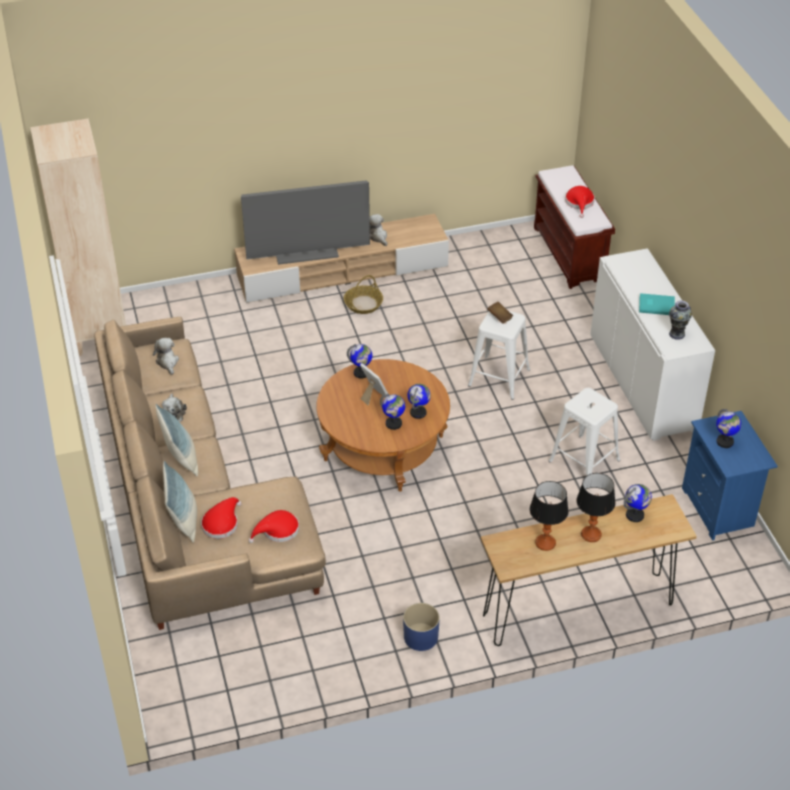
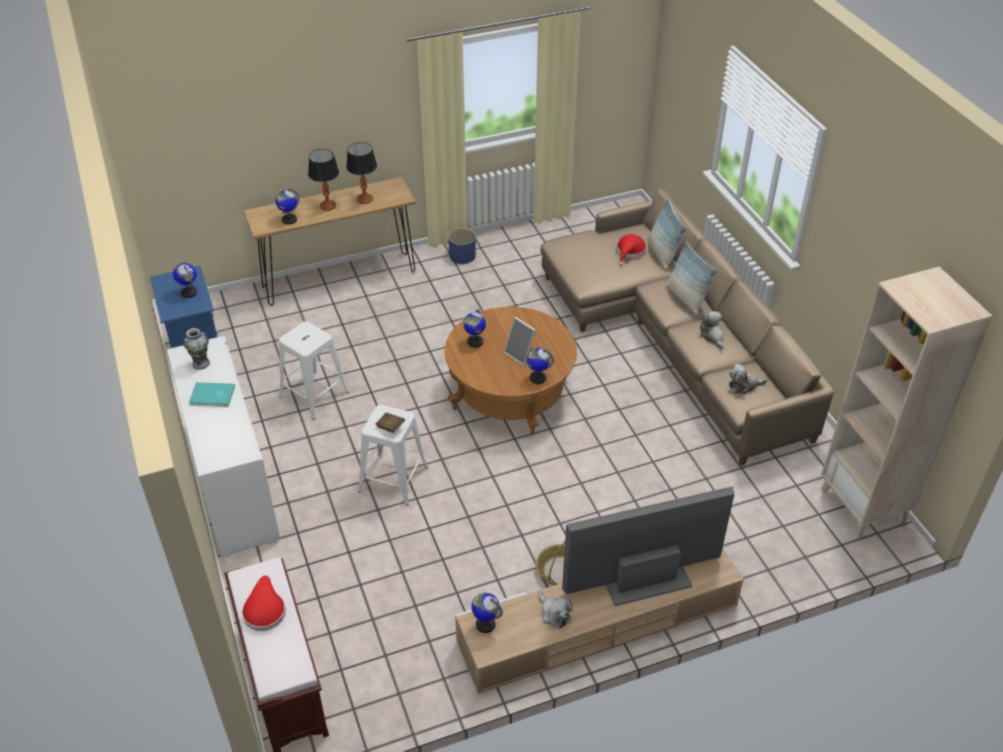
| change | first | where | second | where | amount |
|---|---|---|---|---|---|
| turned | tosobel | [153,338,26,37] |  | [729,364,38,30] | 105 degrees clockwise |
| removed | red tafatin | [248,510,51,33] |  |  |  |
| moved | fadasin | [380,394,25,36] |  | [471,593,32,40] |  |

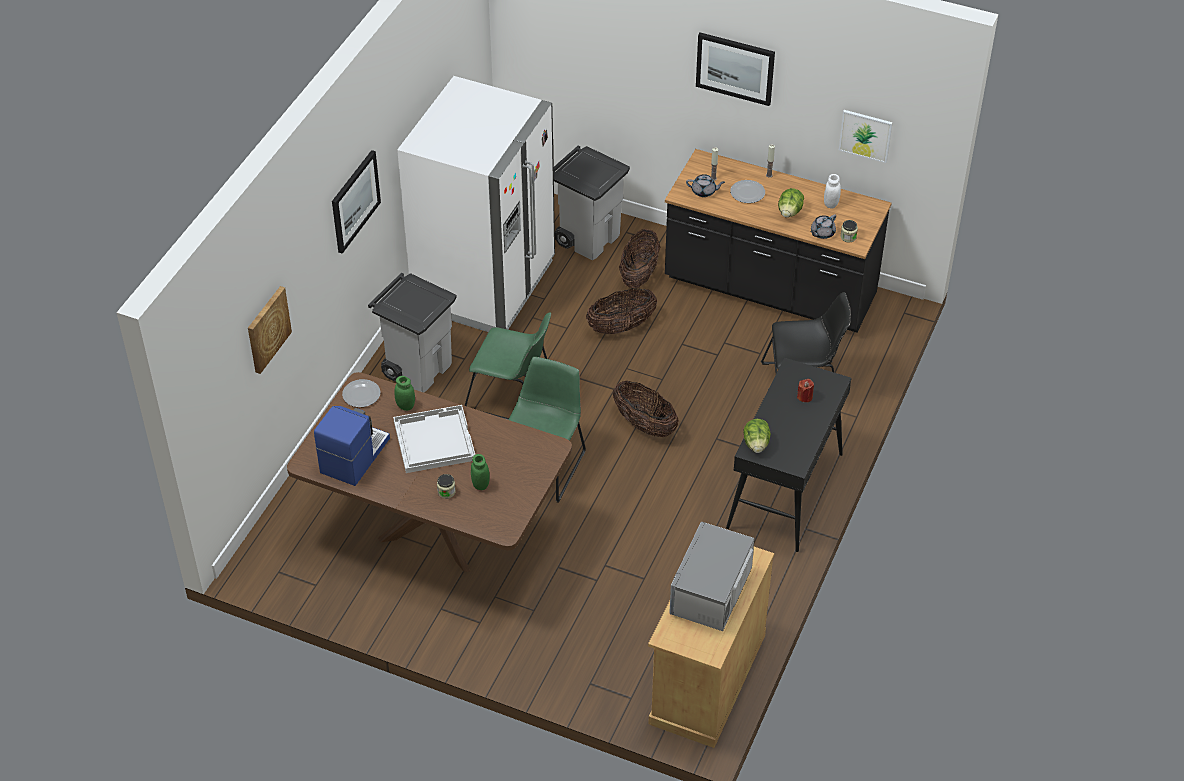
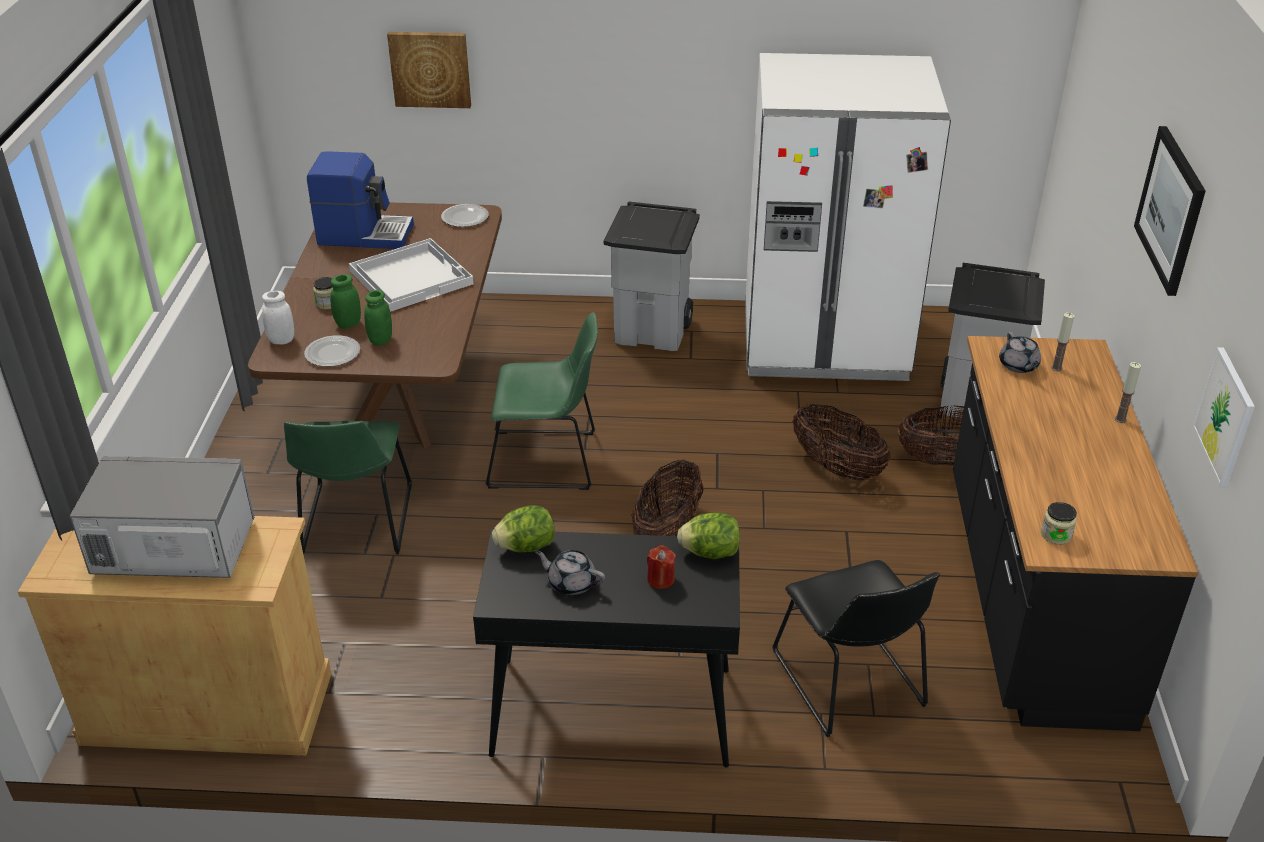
| change | first | where | second | where | amount |
|---|---|---|---|---|---|
| removed | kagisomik | [332,150,49,104] |  |  |  |
| moved | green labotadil | [394,376,21,35] |  | [364,290,28,56] |  |
| moved | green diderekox | [465,312,86,108] |  | [284,421,128,134] |  |
| moved | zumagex | [730,180,35,23] |  | [304,335,56,32] |  |
| moved | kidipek | [778,188,26,30] |  | [677,513,63,46] |  |
| moved | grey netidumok | [811,214,25,25] |  | [535,550,70,45] |  |
| moved | white labotadil | [824,174,17,35] |  | [262,291,32,54] |  |

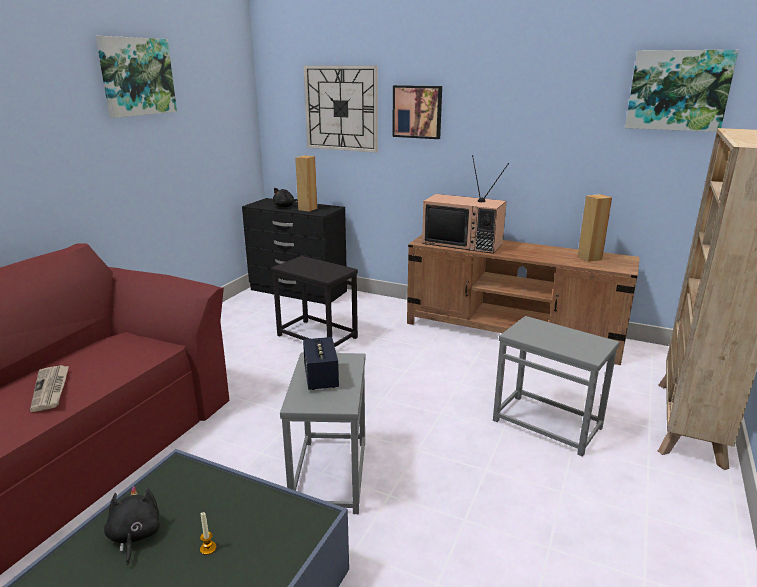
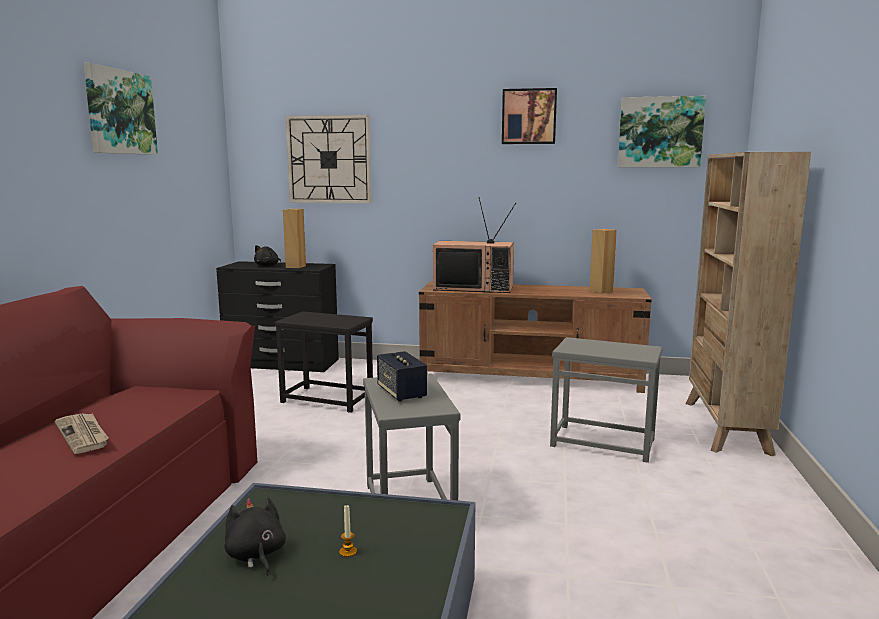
| change | first | where | second | where | amount |
|---|---|---|---|---|---|
| moved | kagisomik | [392,85,50,54] |  | [502,88,55,56] |  |

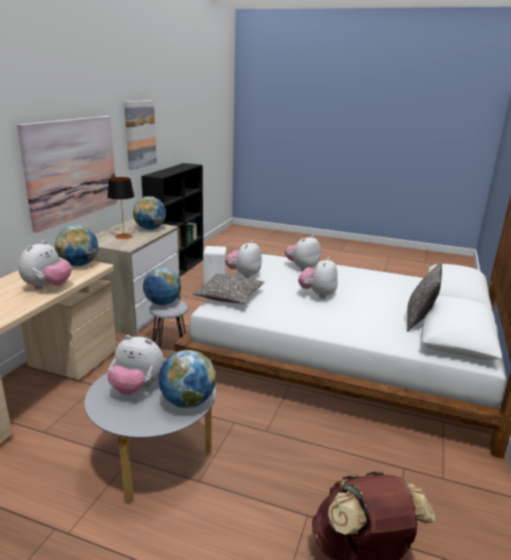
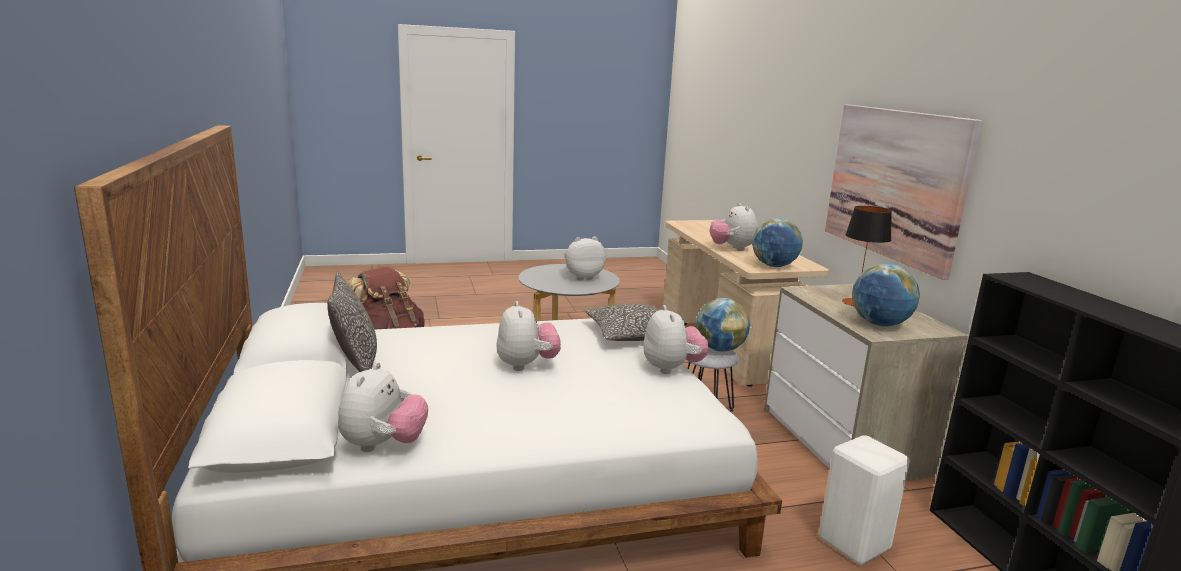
| change | first | where | second | where | amount |
|---|---|---|---|---|---|
| removed | kagisomik | [124,100,33,70] |  |  |  |
| removed | fadasin | [159,350,57,58] |  |  |  |
| moved | tosobel | [285,235,36,36] |  | [338,362,90,90] |  |

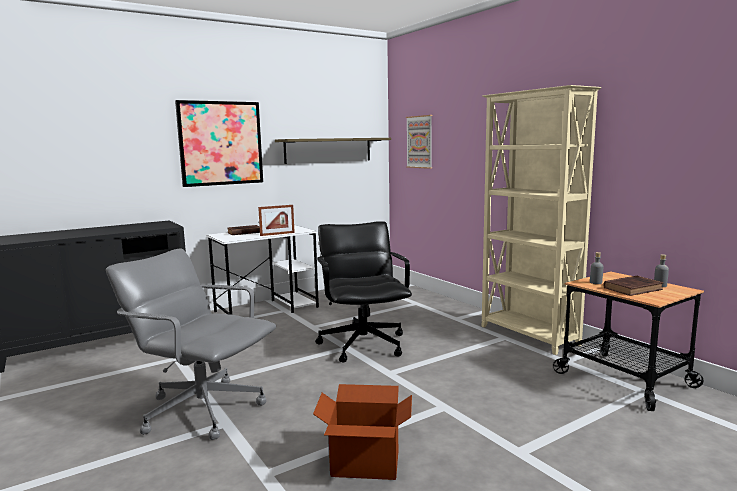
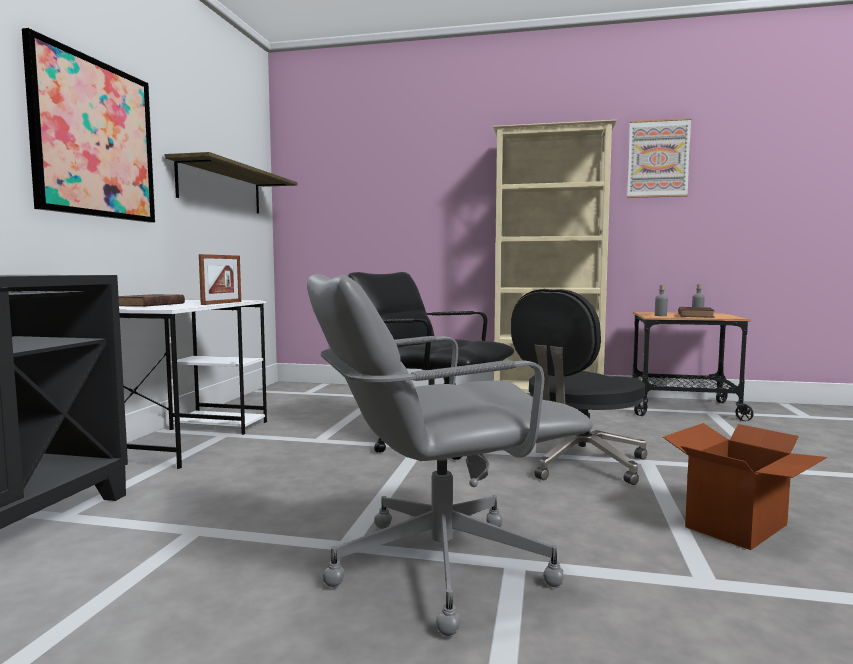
| change | first | where | second | where | amount |
|---|---|---|---|---|---|
| moved | kagisomik | [406,115,27,54] |  | [627,118,64,80] |  |
| added |  |  | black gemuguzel | [511,289,136,196] |  |

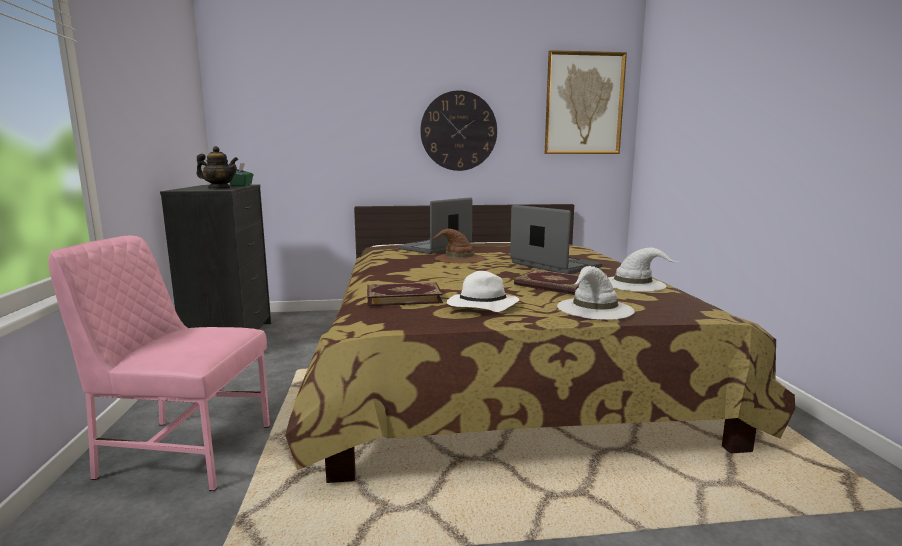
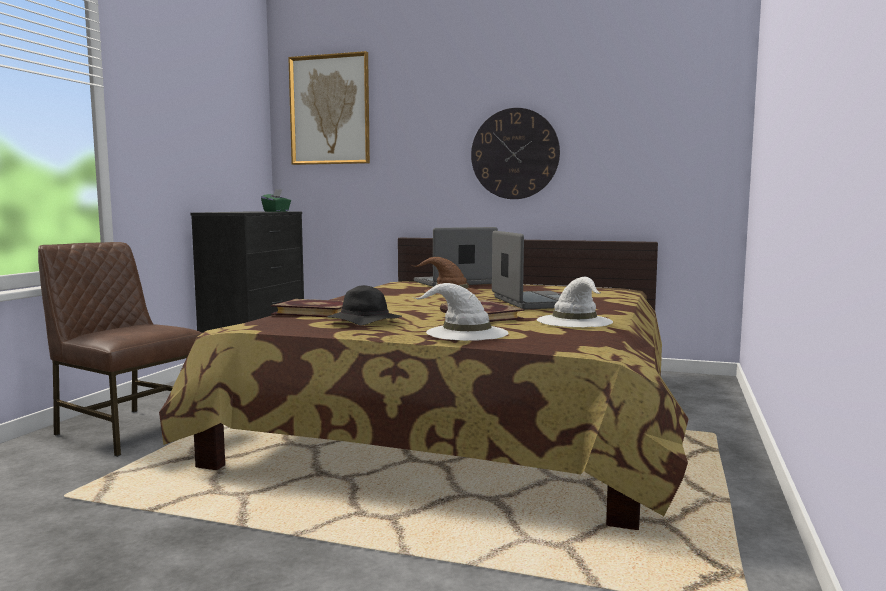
| change | first | where | second | where | amount |
|---|---|---|---|---|---|
| recoloured | pink diderekox | [48,236,222,255] | brown diderekox | [38,242,164,215] |  |
| removed | netidumok | [196,146,42,43] |  |  |  |
| recoloured | white tafatin | [447,271,72,41] | black tafatin | [327,285,75,40] |  |
| moved | kagisomik | [545,50,82,104] |  | [288,51,82,114] |  |

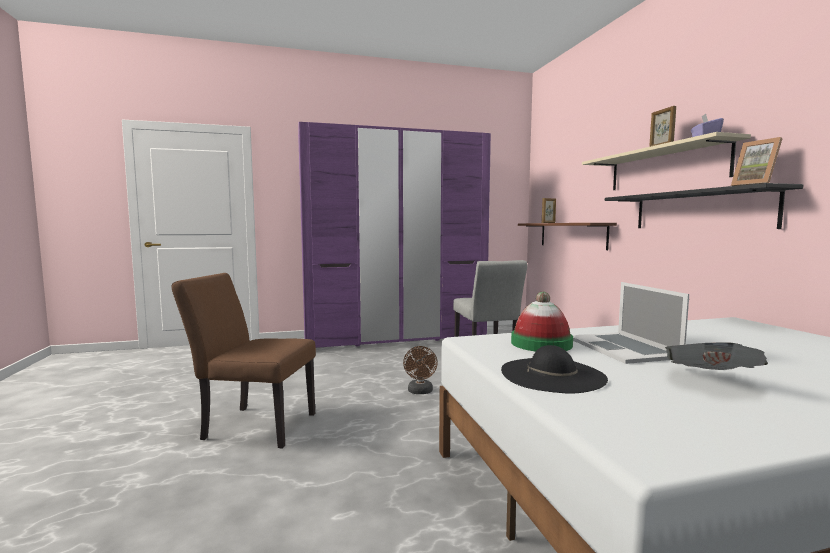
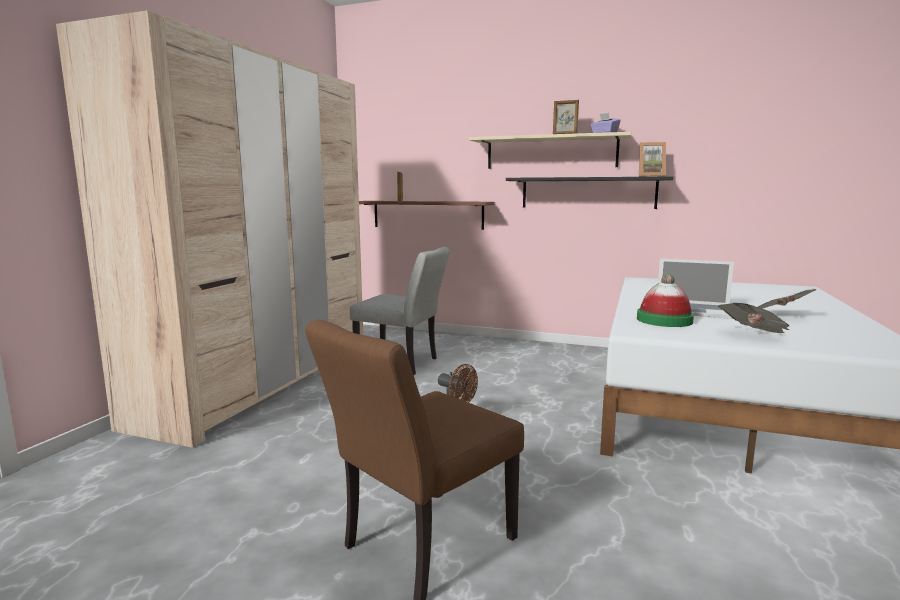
| change | first | where | second | where | amount |
|---|---|---|---|---|---|
| recoloured | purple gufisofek | [298,122,193,226] | beige gufisofek | [56,11,307,437] |  |
| replaced | black tafatin | [501,345,107,49] | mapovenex | [718,303,71,30] |  |

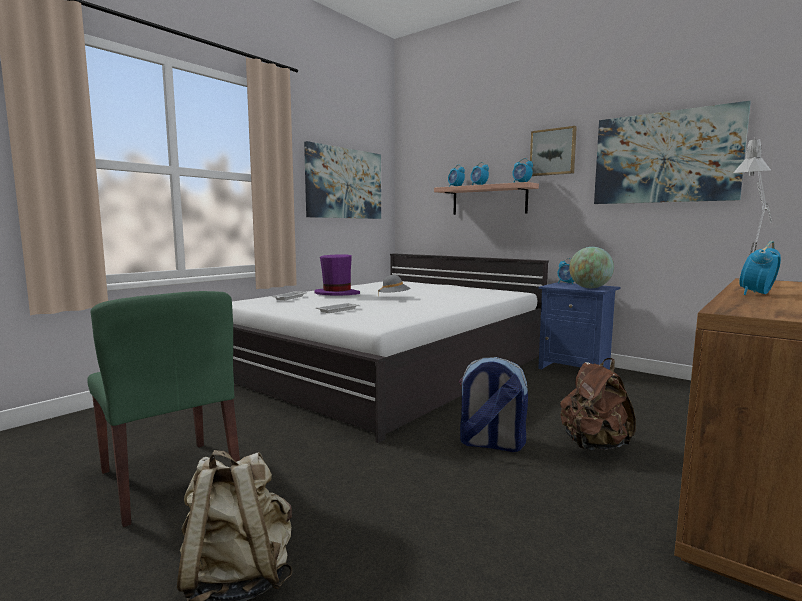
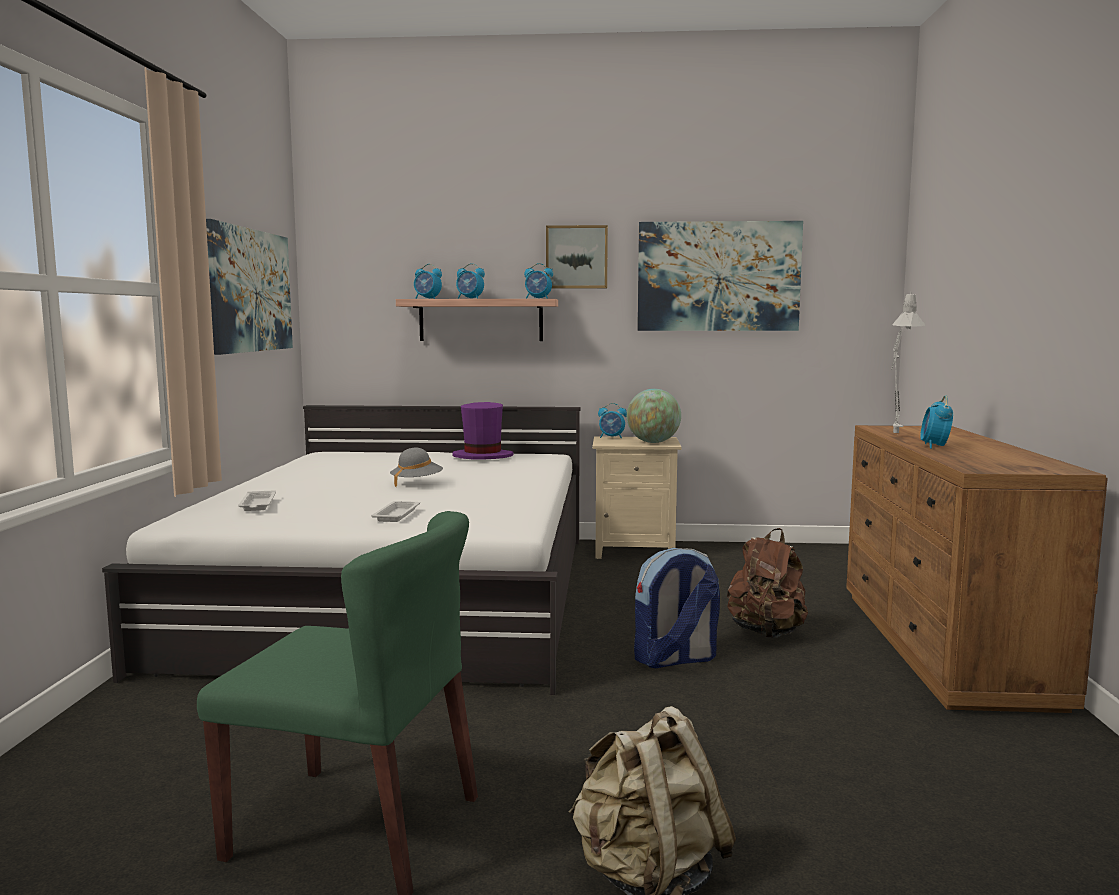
| change | first | where | second | where | amount |
|---|---|---|---|---|---|
| moved | purple tafatin | [315,254,45,41] |  | [452,402,62,57] |  |
| recoloured | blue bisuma | [538,282,83,88] | beige bisuma | [592,436,90,123] |  |

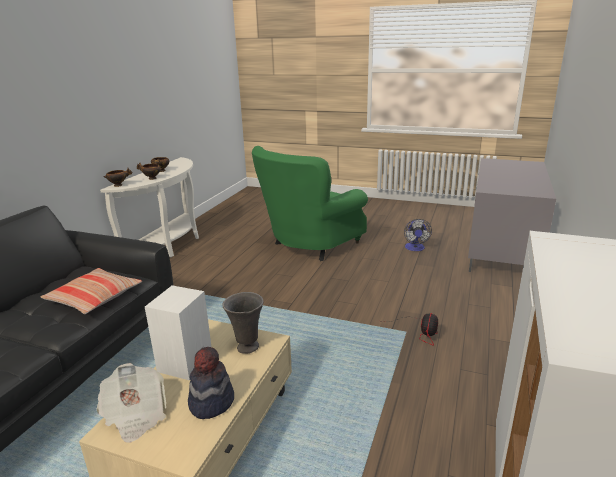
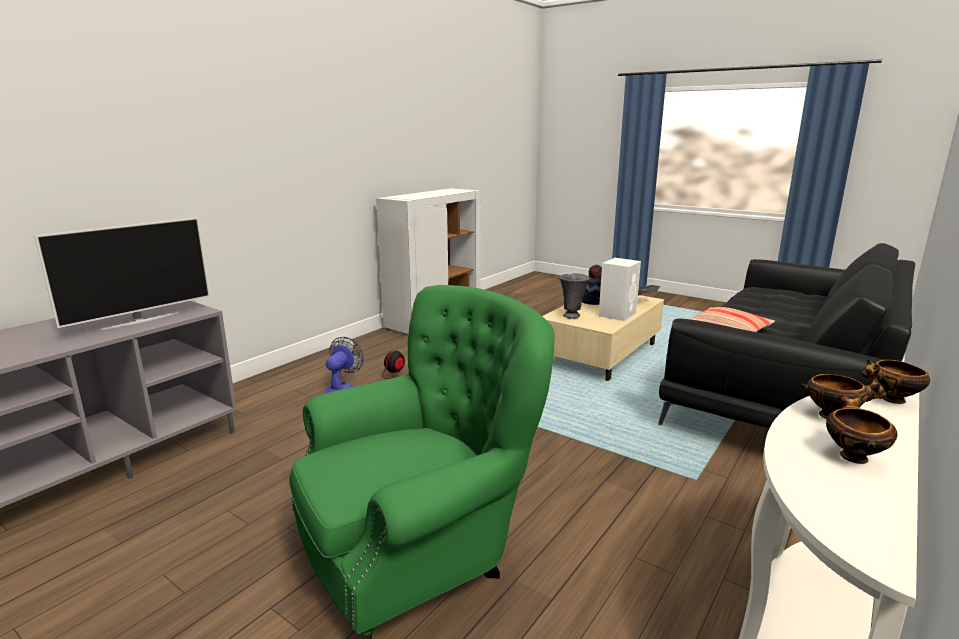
| change | first | where | second | where | amount |
|---|---|---|---|---|---|
| moved | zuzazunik | [404,219,28,32] |  | [325,337,38,56] |  |
| added |  |  | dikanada | [34,217,176,113] |  |

